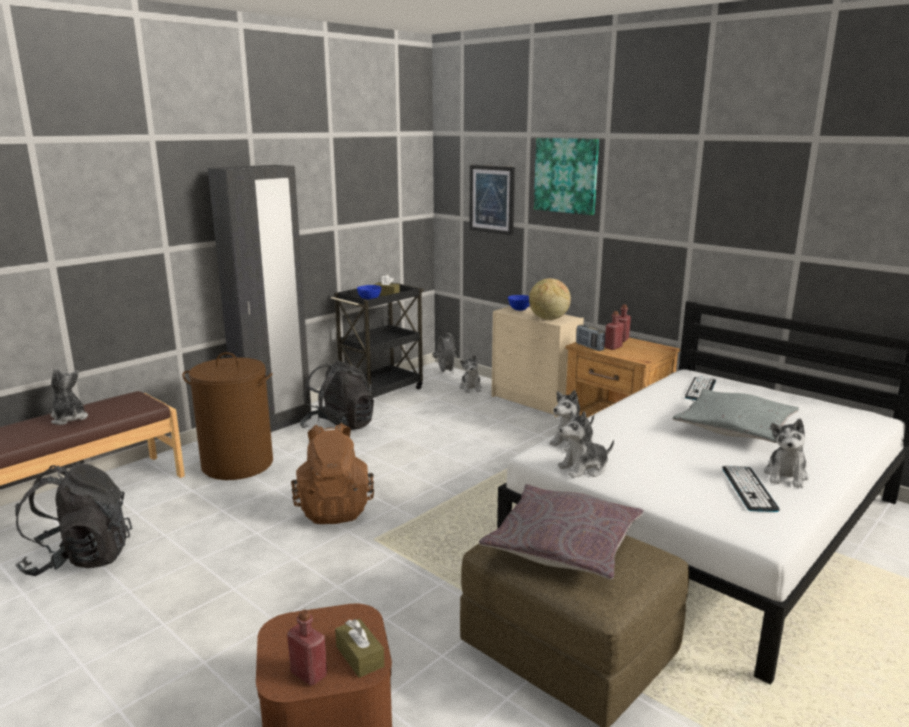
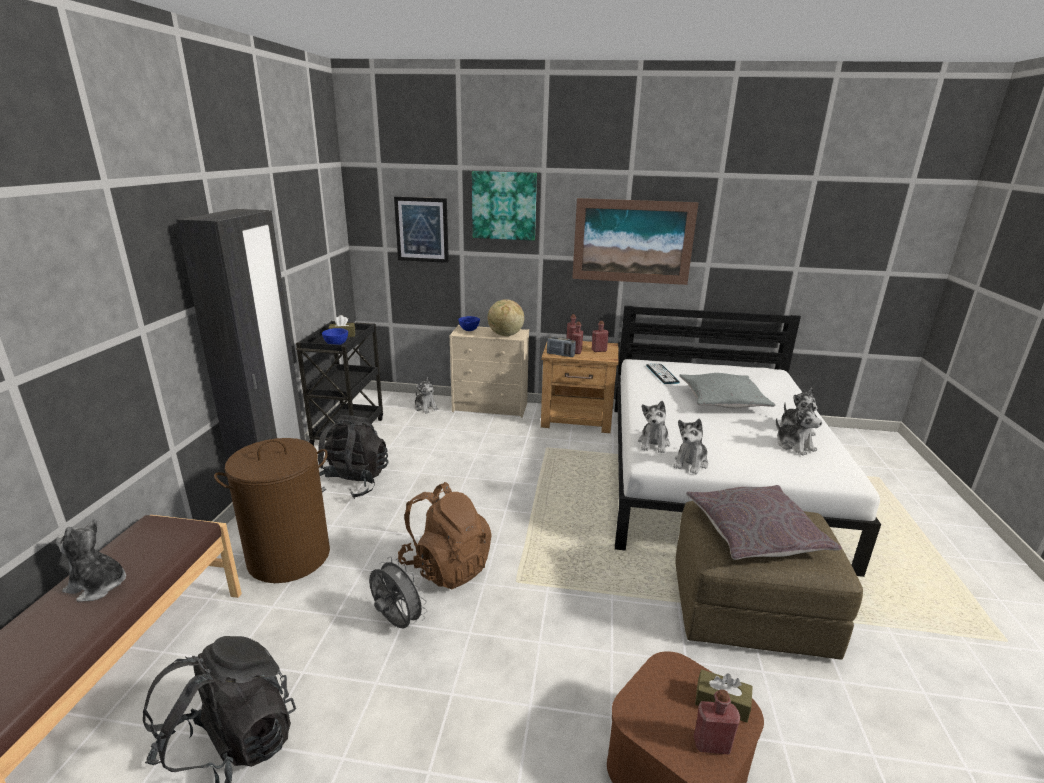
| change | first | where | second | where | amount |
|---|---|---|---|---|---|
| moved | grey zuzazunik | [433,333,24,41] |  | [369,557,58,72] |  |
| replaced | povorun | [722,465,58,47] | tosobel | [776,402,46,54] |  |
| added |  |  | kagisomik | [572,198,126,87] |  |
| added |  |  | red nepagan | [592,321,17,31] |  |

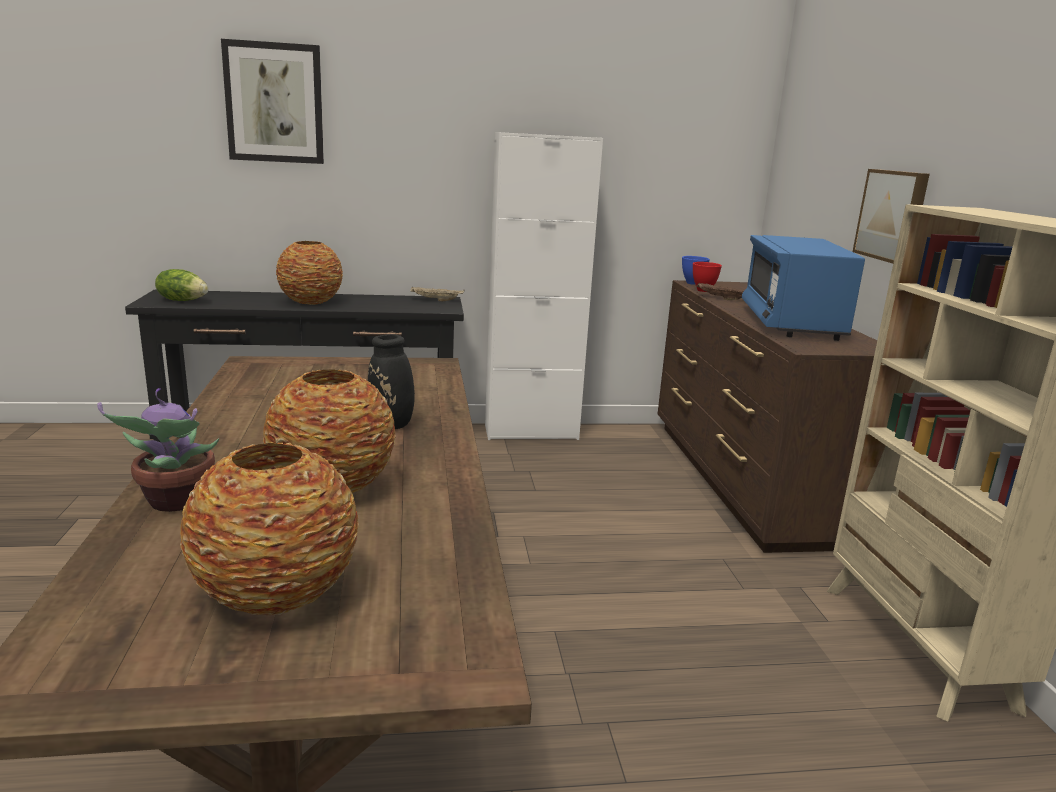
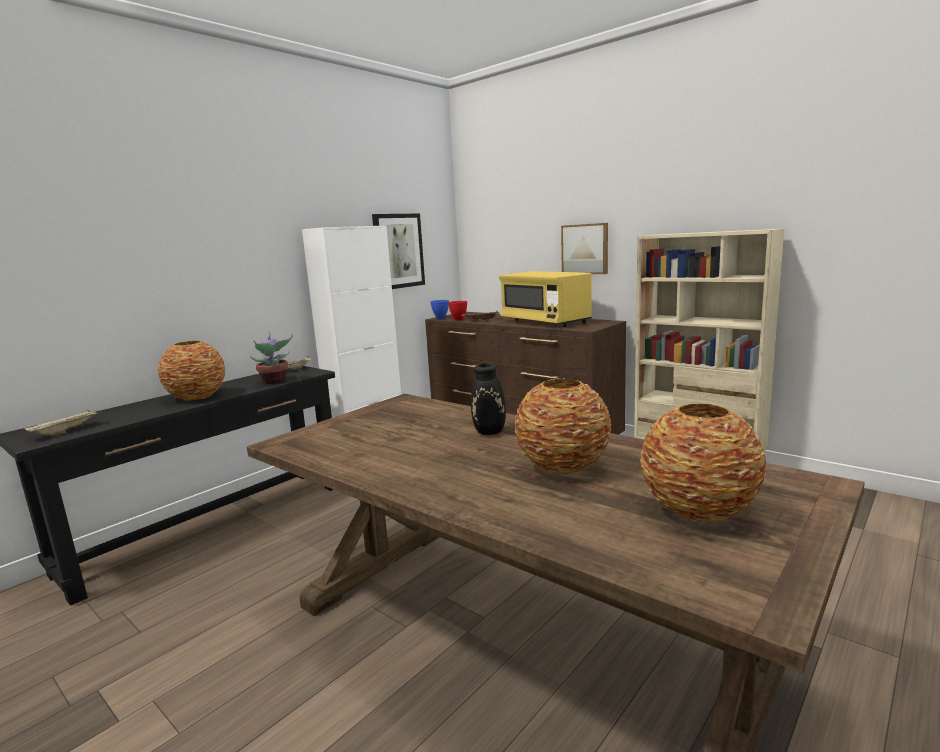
| change | first | where | second | where | amount |
|---|---|---|---|---|---|
| moved | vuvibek | [97,388,122,124] |  | [250,332,42,52] |  |
| replaced | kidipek | [155,269,53,32] | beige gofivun | [24,409,77,26] |  |
| moved | kagisomik | [221,39,103,125] |  | [372,214,53,75] |  |
| recoloured | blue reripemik | [742,235,123,106] | yellow reripemik | [499,271,93,56] |  |

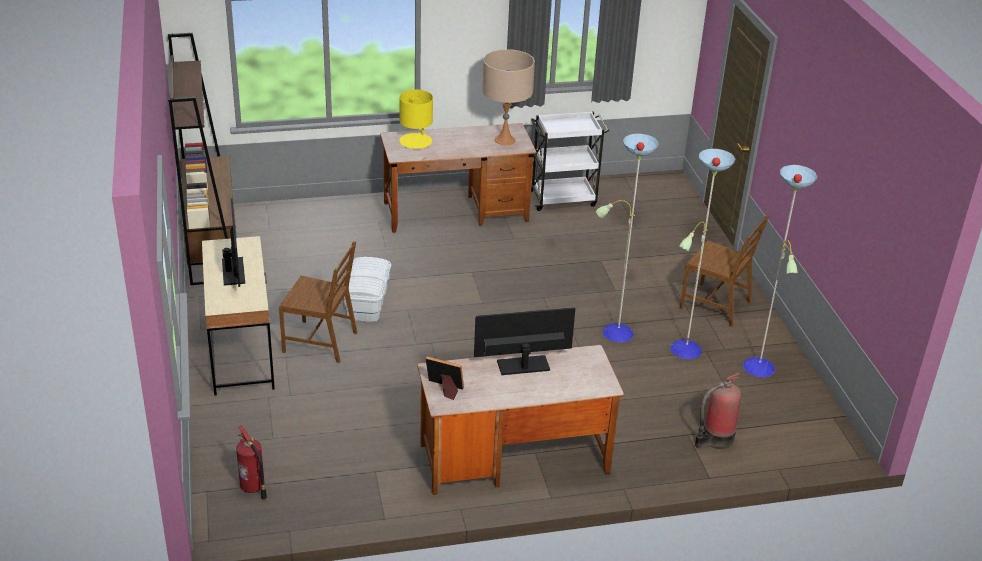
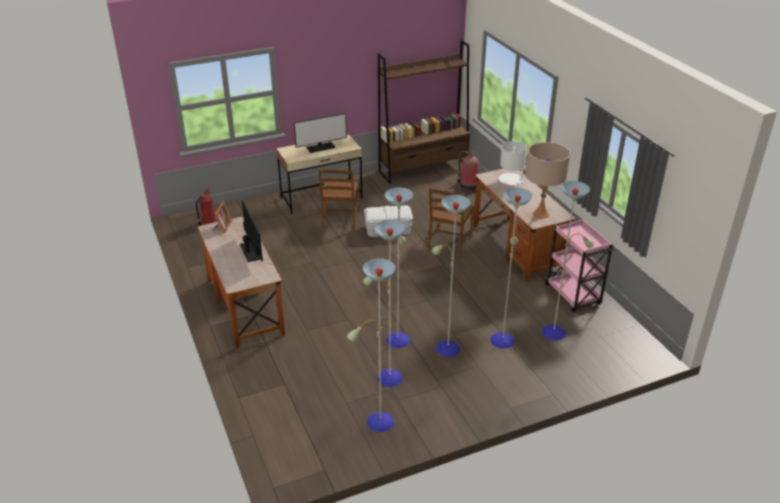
| change | first | where | second | where | amount |
|---|---|---|---|---|---|
| recoloured | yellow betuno | [399,90,34,59] | white betuno | [499,141,28,44] |  |
| recoloured | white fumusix | [531,111,78,100] | pink fumusix | [545,218,69,94] |  |
| moved | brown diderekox | [680,215,89,112] |  | [427,187,47,71] |  |
| moved | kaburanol | [695,373,46,76] |  | [457,151,22,43] |  |
| added |  |  | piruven | [432,181,162,176] |  |

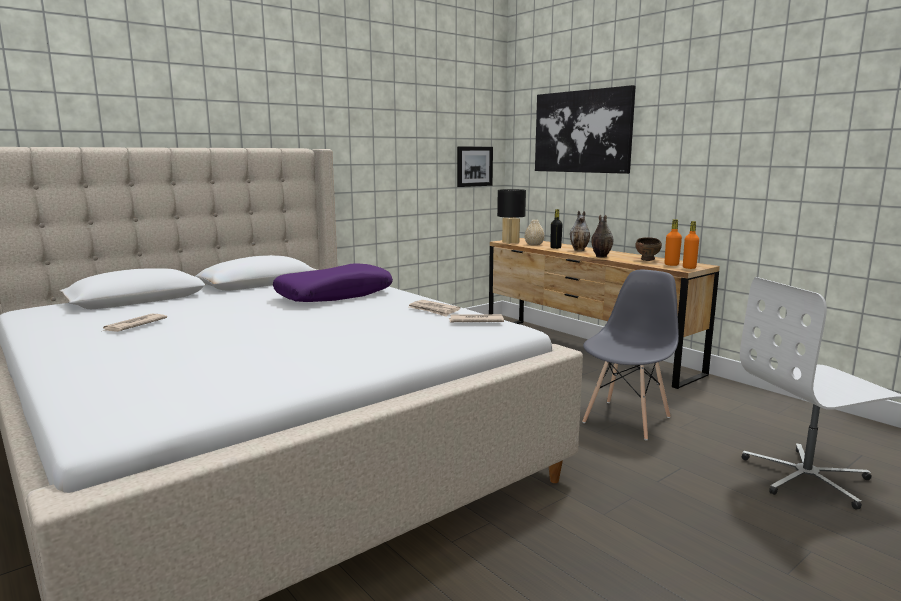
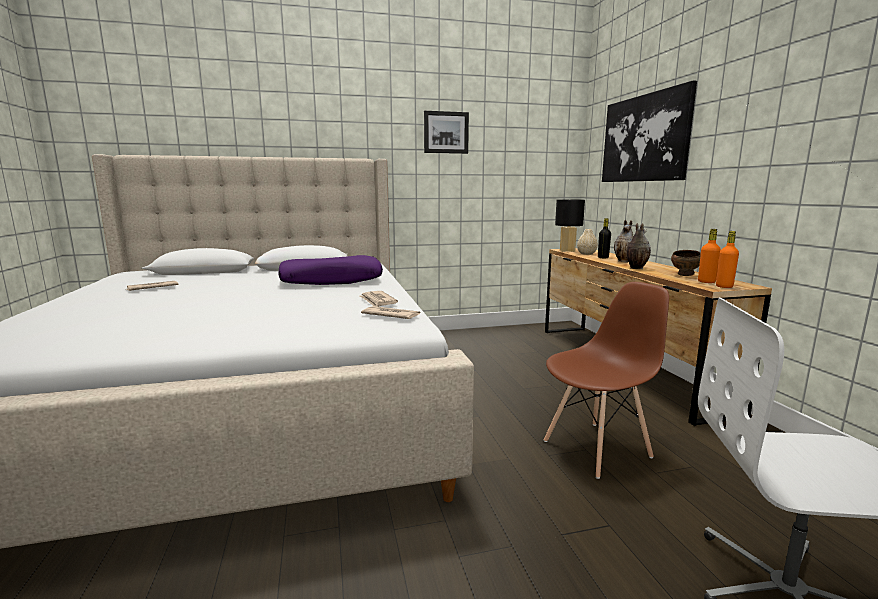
| change | first | where | second | where | amount |
|---|---|---|---|---|---|
| moved | kagisomik | [457,146,36,41] |  | [424,111,45,43] |  |
| recoloured | grey diderekox | [582,270,97,170] | brown diderekox | [544,282,125,197] |  |

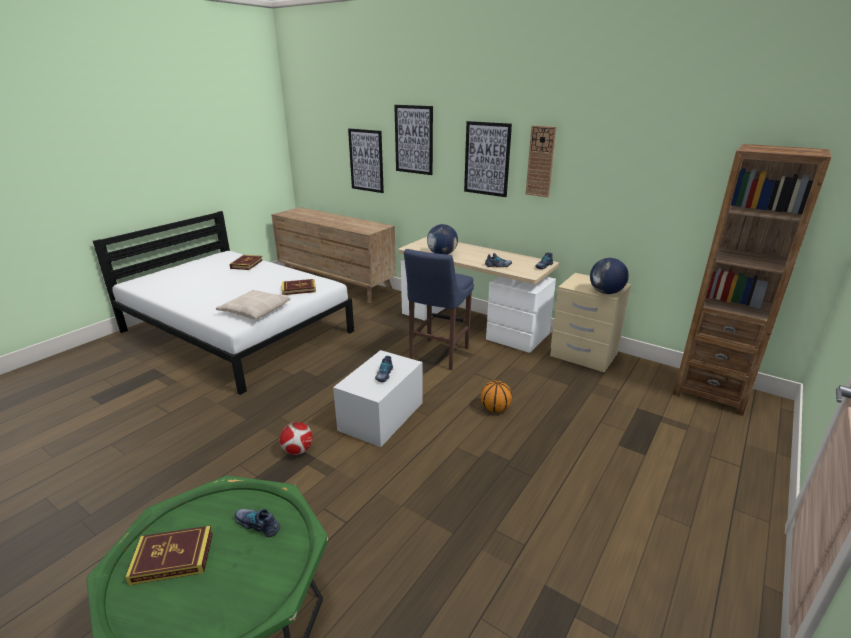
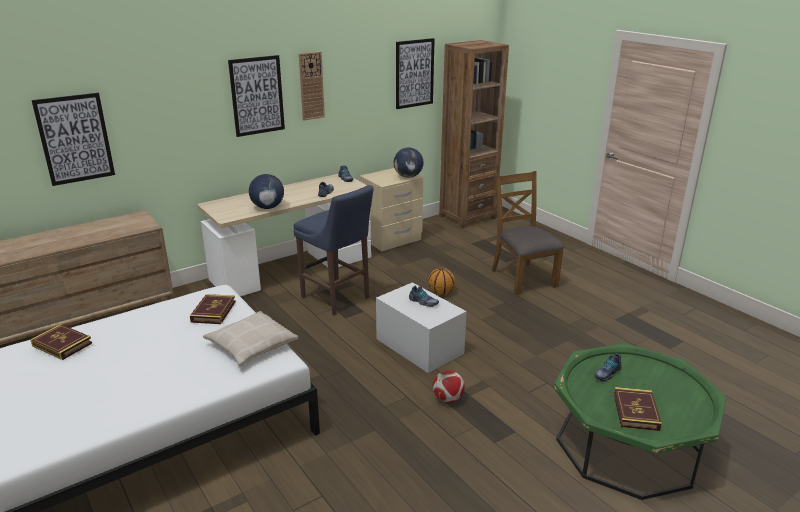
| change | first | where | second | where | amount |
|---|---|---|---|---|---|
| moved | kagisomik | [394,105,39,70] |  | [396,38,39,71] |  |
| added |  |  | brown diderekox | [491,171,73,124] |  |

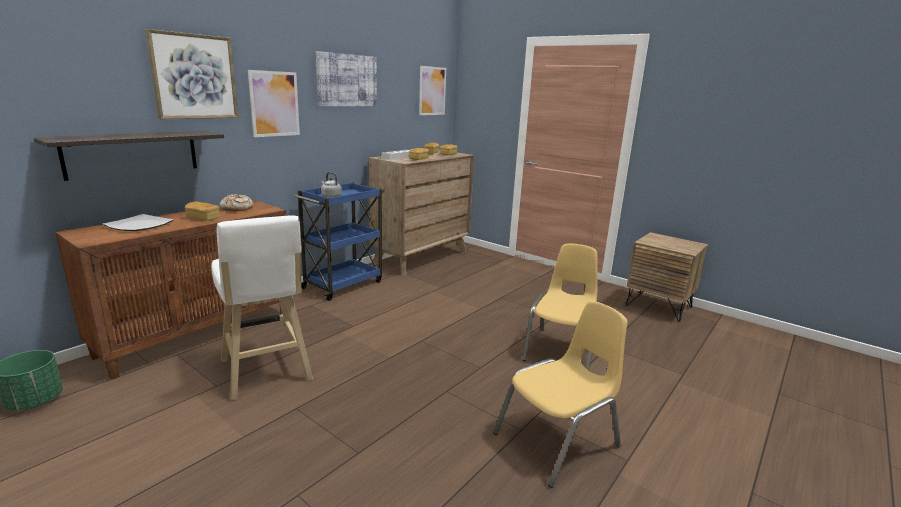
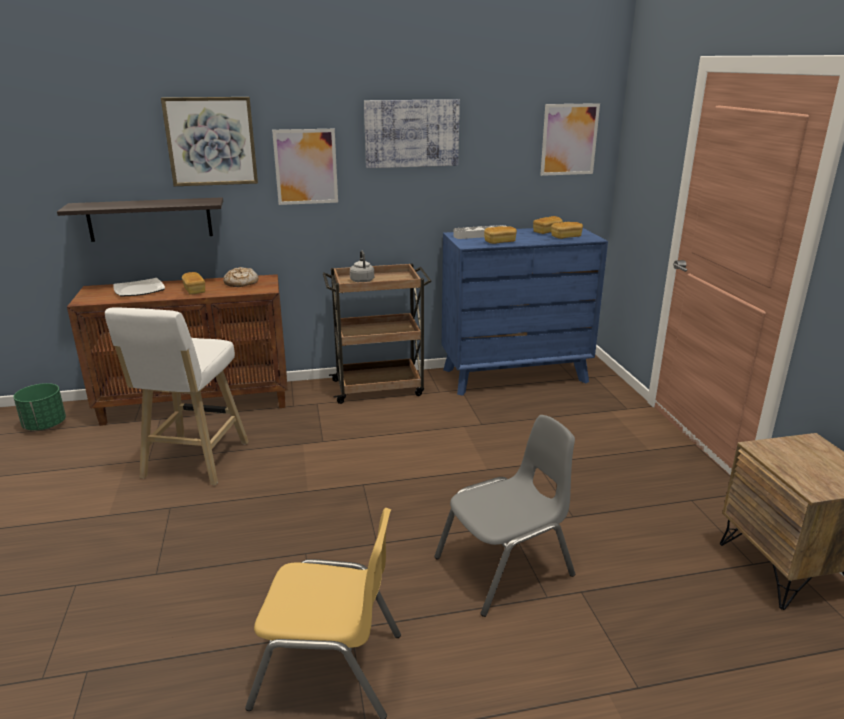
| change | first | where | second | where | amount |
|---|---|---|---|---|---|
| recoloured | blue fumusix | [294,182,90,119] | brown fumusix | [323,263,109,141] |  |
| recoloured | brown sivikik | [369,150,105,126] | blue sivikik | [442,228,166,168] |  |
| recoloured | yellow diderekox | [522,243,75,128] | grey diderekox | [434,415,141,202] |  |

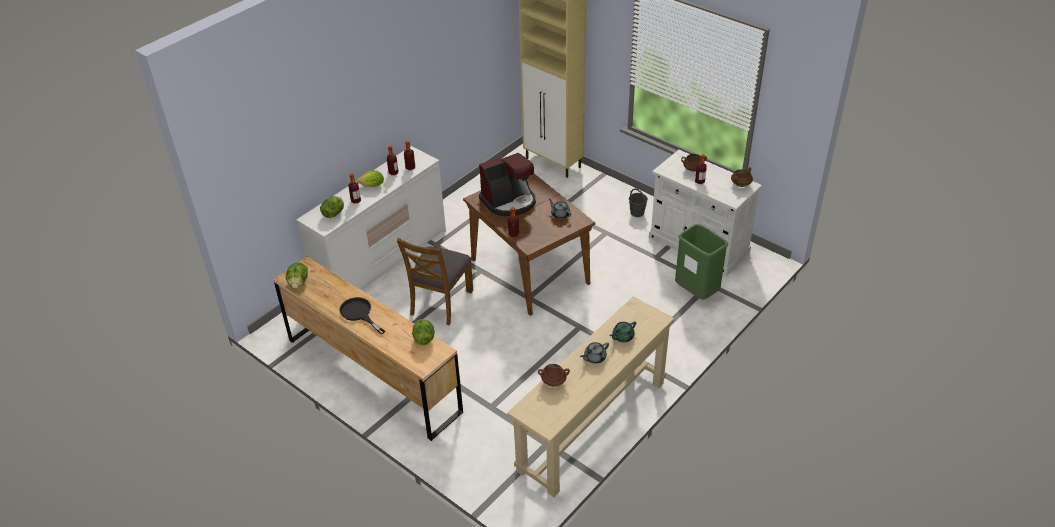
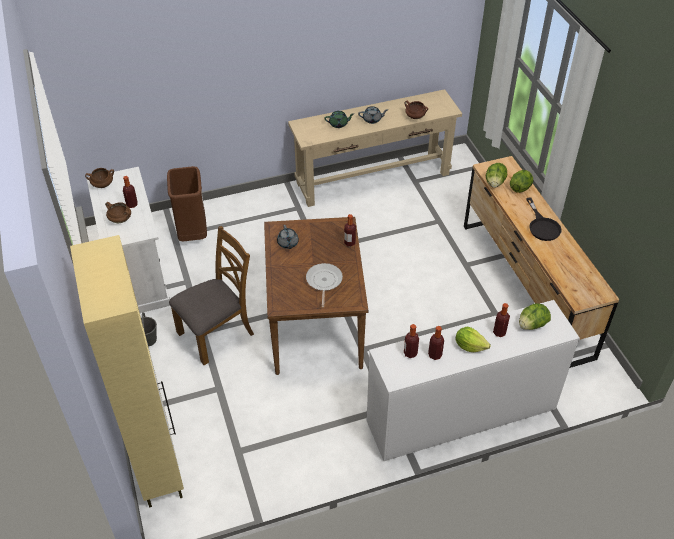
| change | first | where | second | where | amount |
|---|---|---|---|---|---|
| moved | kidipek | [286,262,22,27] |  | [510,170,23,23] |  |
| moved | brown diderekox | [397,238,76,87] |  | [169,226,85,139] |  |
| replaced | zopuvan | [479,153,57,63] | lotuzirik | [306,263,37,45] |  |
| recoloured | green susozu | [675,224,53,76] | brown susozu | [167,166,40,76] |  |

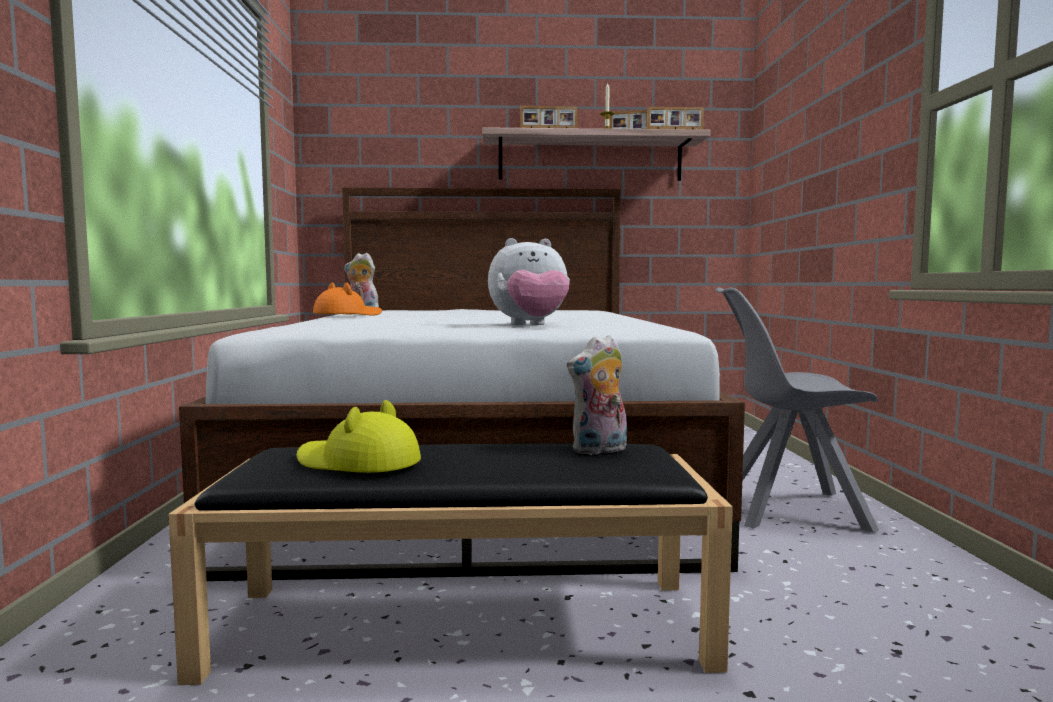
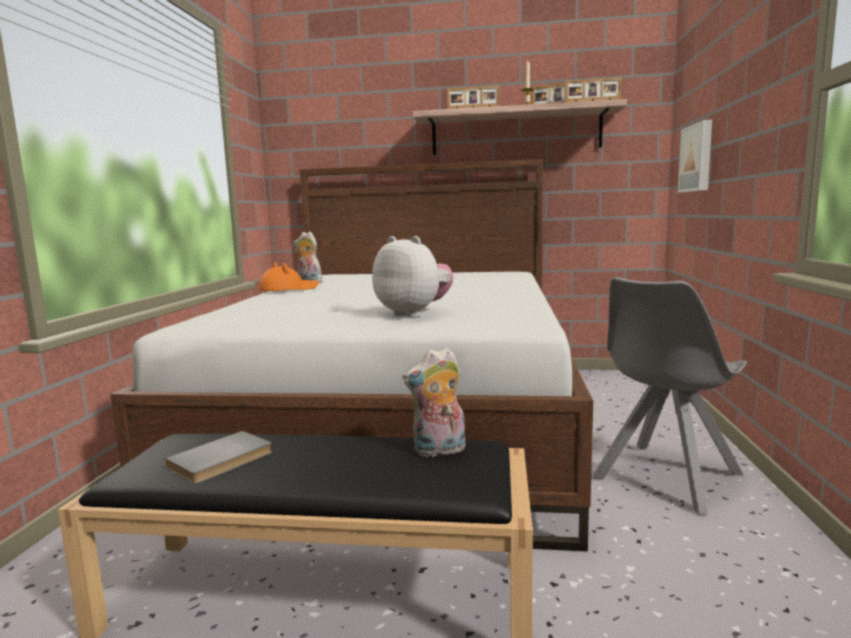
| change | first | where | second | where | amount |
|---|---|---|---|---|---|
| replaced | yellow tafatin | [297,400,124,73] | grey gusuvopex | [165,431,107,53] |  |
| turned | tosobel | [488,238,82,87] |  | [372,236,81,82] | 135 degrees counterclockwise |
| turned | grey diderekox | [716,287,163,246] |  | [593,277,154,238] | 60 degrees counterclockwise |
| added |  |  | kagisomik | [678,120,34,73] |  |

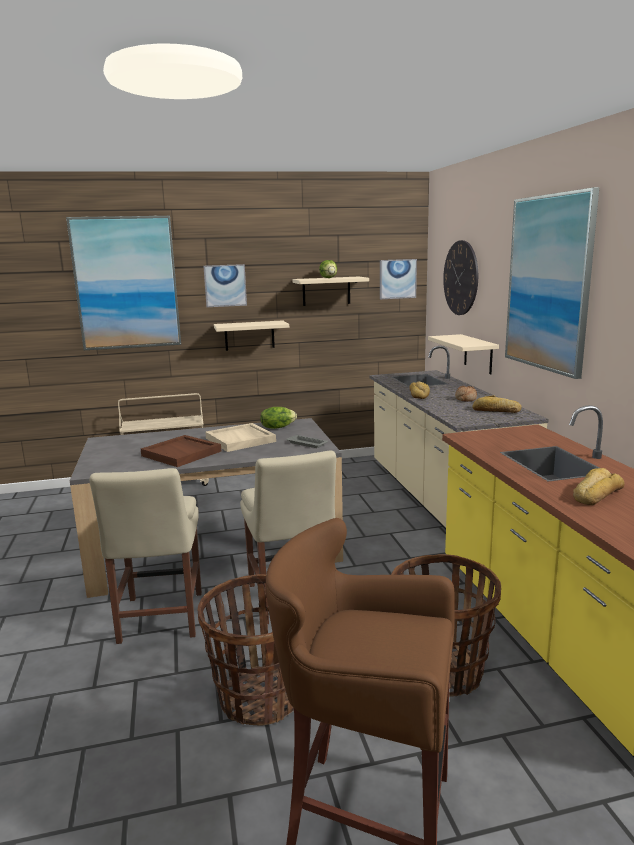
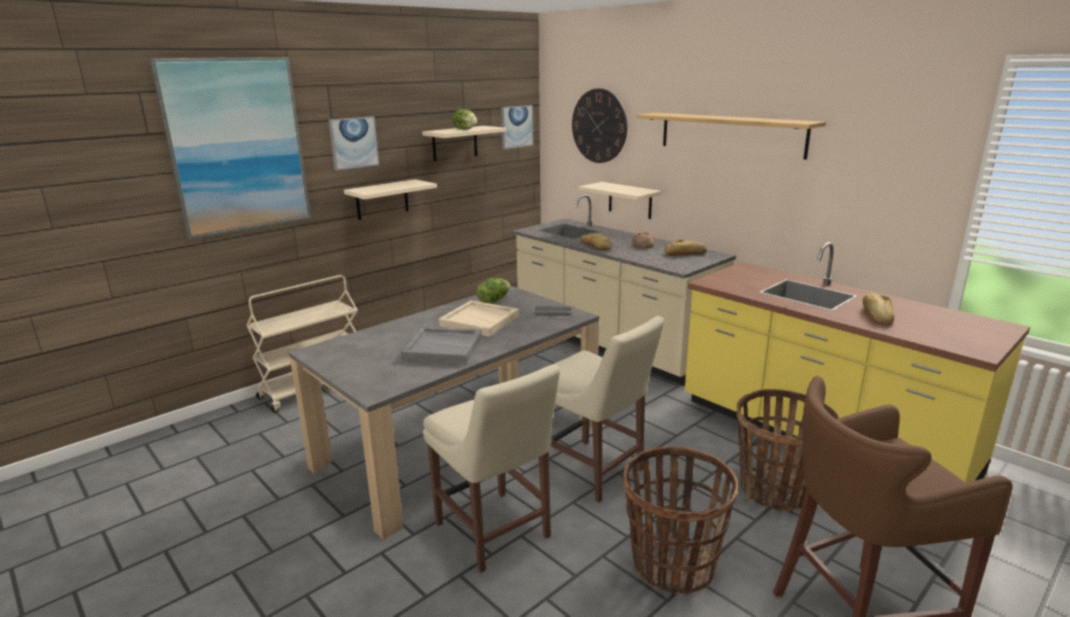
| change | first | where | second | where | amount |
|---|---|---|---|---|---|
| recoloured | brown gofivun | [141,435,80,32] | grey gofivun | [401,327,81,37] |  |
| replaced | kagisomik | [505,187,94,192] | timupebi | [636,113,190,47] |  |

